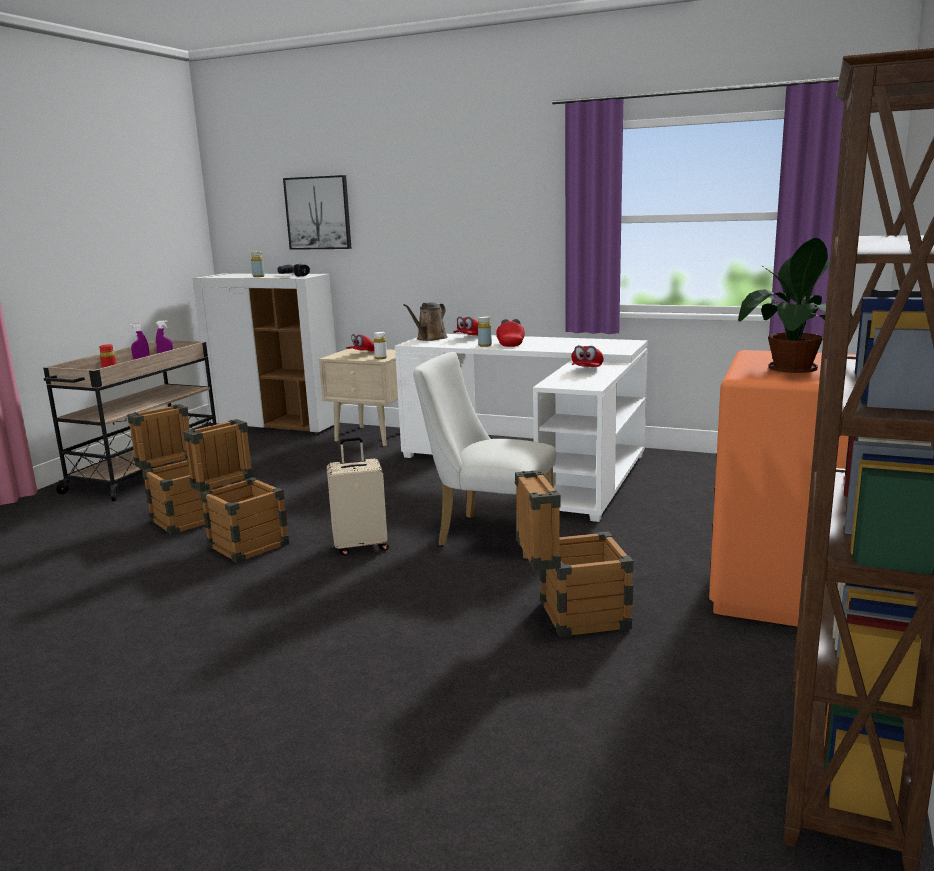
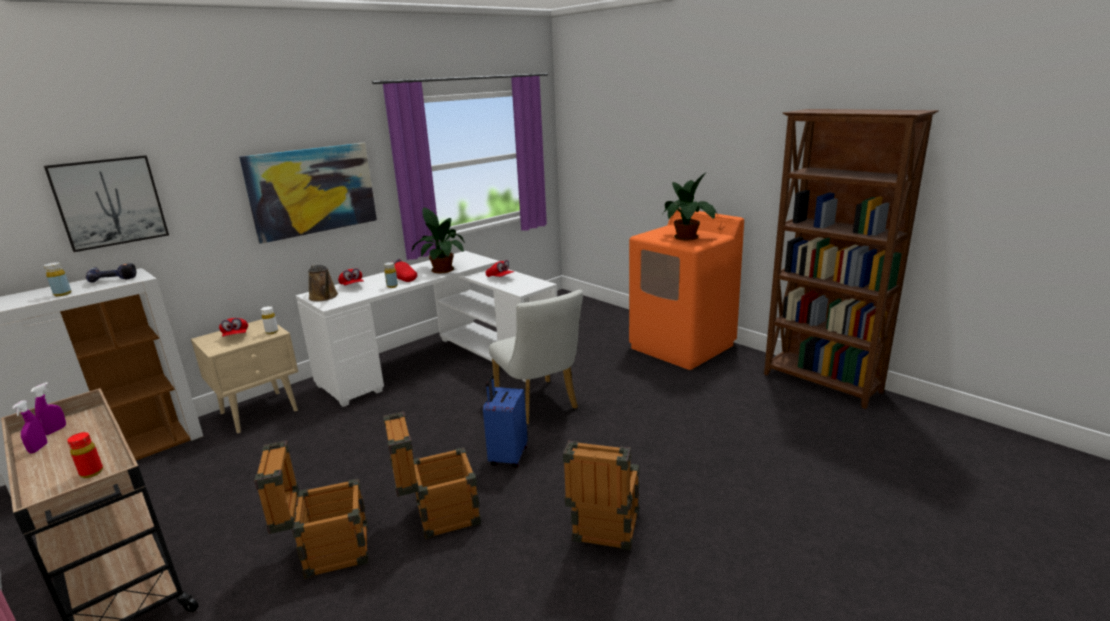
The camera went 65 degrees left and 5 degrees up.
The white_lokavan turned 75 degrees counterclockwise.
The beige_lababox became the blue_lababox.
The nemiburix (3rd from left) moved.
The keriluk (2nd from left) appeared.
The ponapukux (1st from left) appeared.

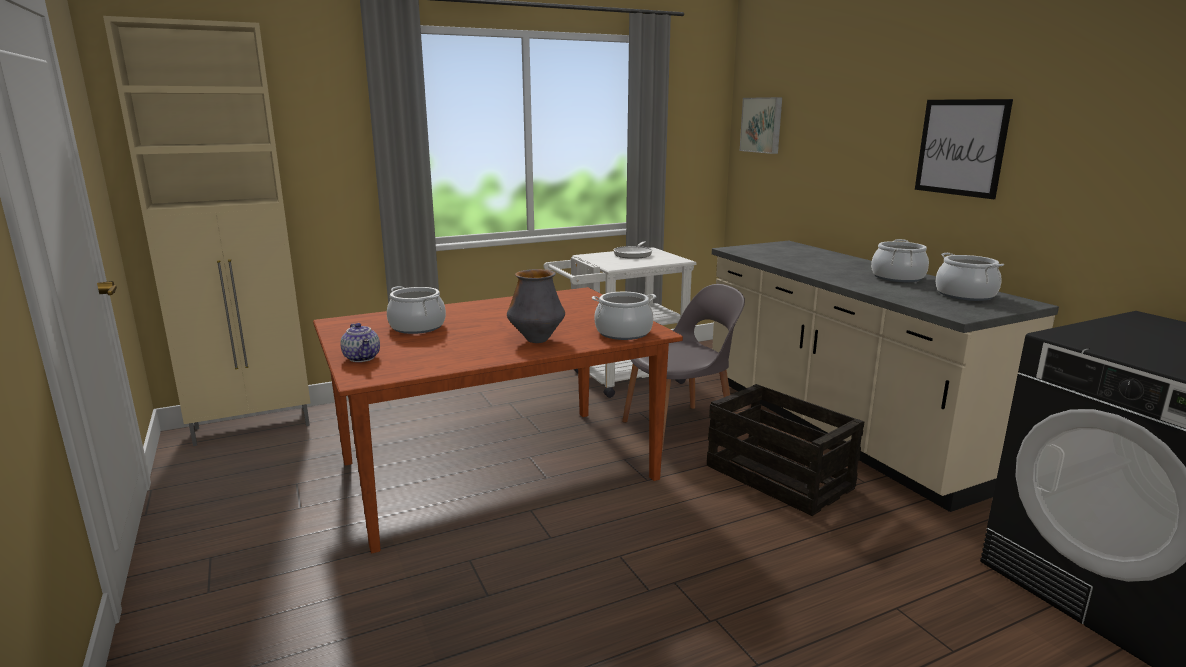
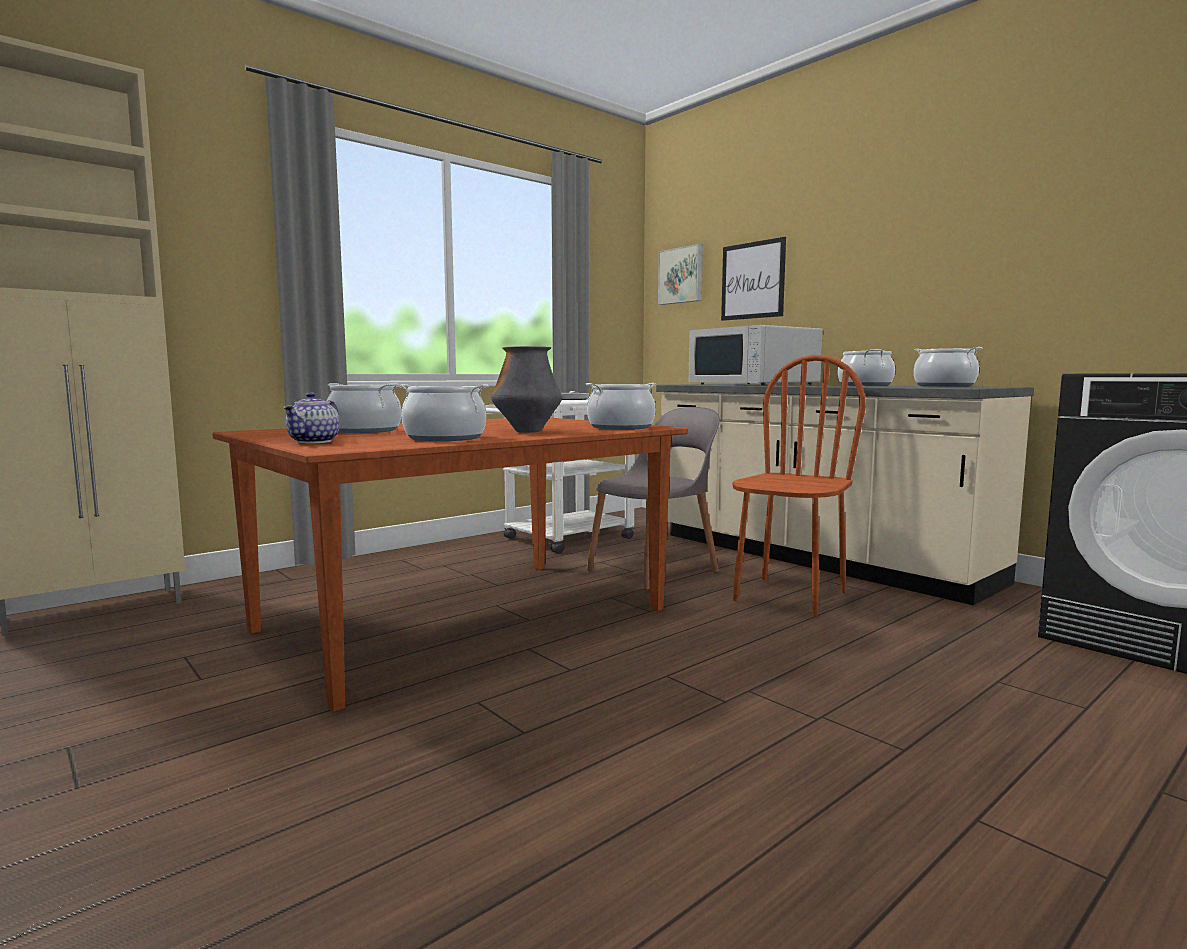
The camera went 15 degrees left and 10 degrees down.
The keriluk (2nd from left) moved.
The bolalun turned 60 degrees clockwise.
The nemiburix was replaced by the brown_lokavan.
The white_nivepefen appeared.
The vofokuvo (2nd from left) appeared.

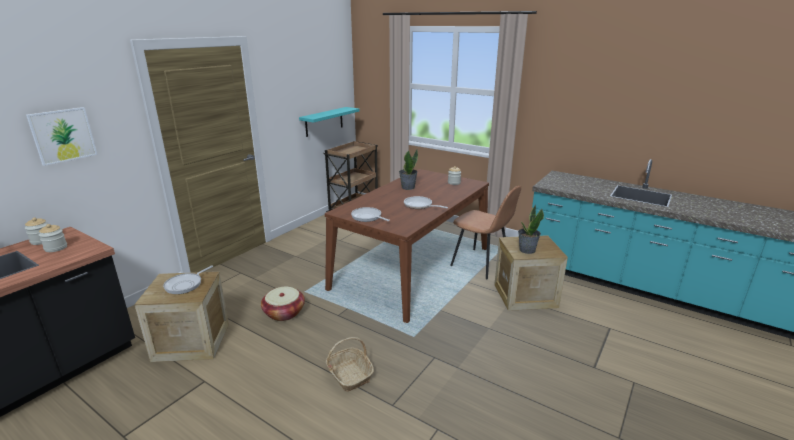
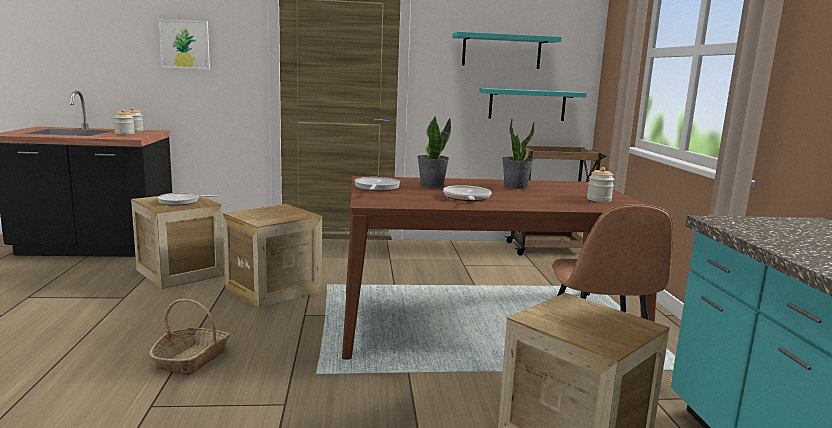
The camera went 50 degrees right and 10 degrees down.
The ponapukux (2nd from left in the first image) moved.
The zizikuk (1st from left) was replaced by the nemiburix (2nd from left).
The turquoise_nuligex (1st from left) appeared.

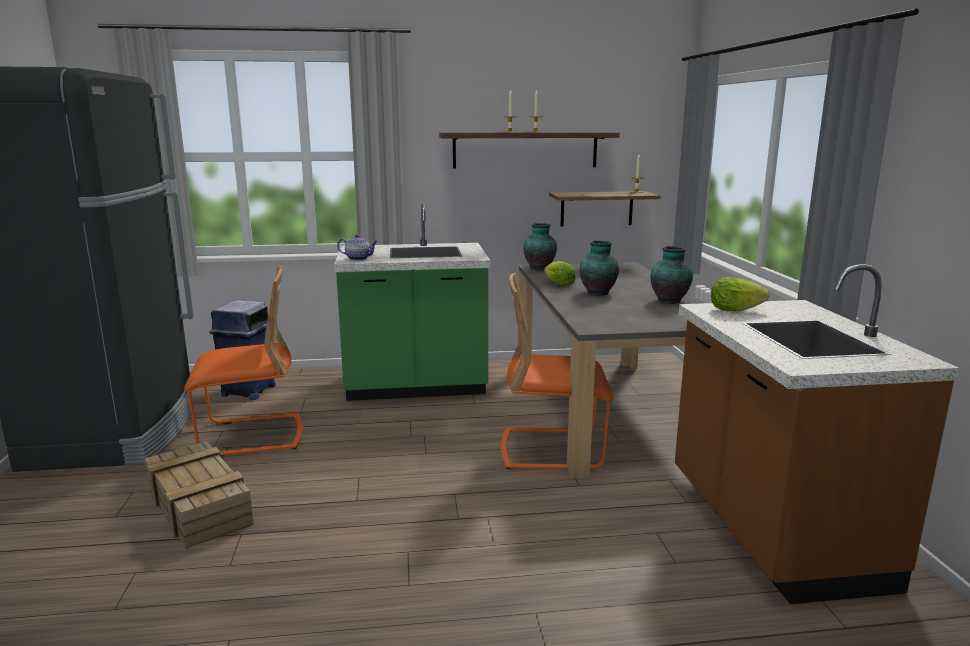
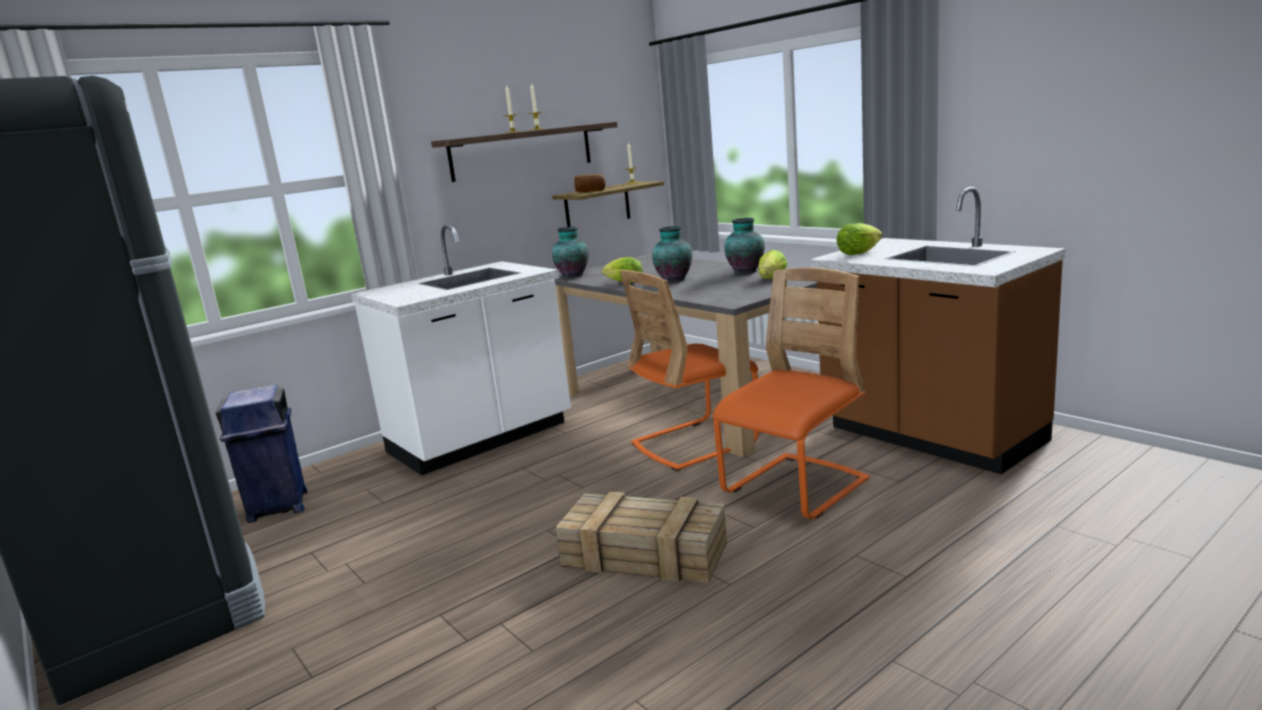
The camera went 30 degrees left and 0 degrees up.
The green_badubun became the white_badubun.
The bolalun disappeared.
The orange_lokavan (1st from left in the first image) moved.
The nemiburix moved.
The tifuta appeared.
The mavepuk (2nd from left) appeared.

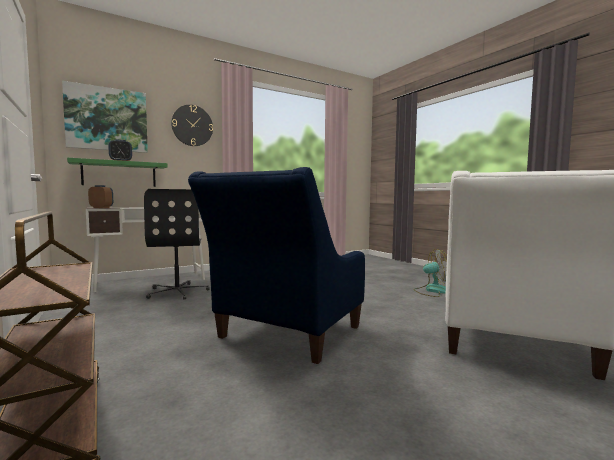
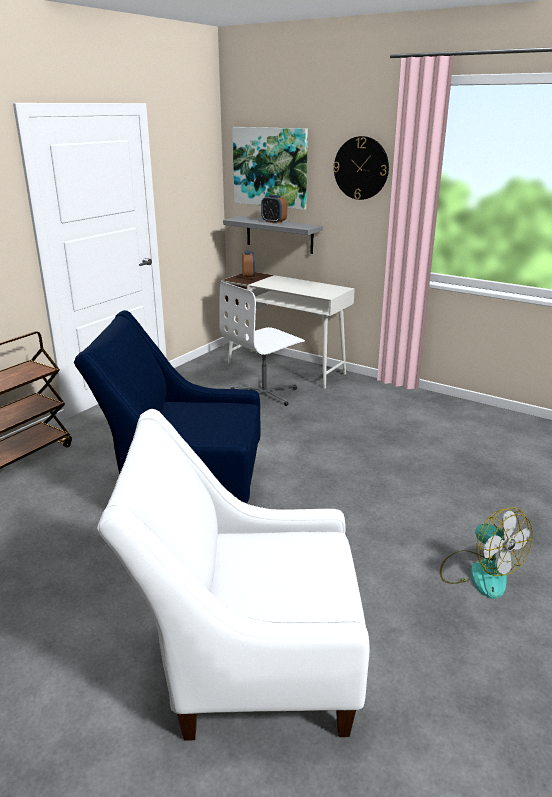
The camera went 65 degrees right and 20 degrees up.
The green_nuligex became the grey_nuligex.
The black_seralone became the white_seralone.

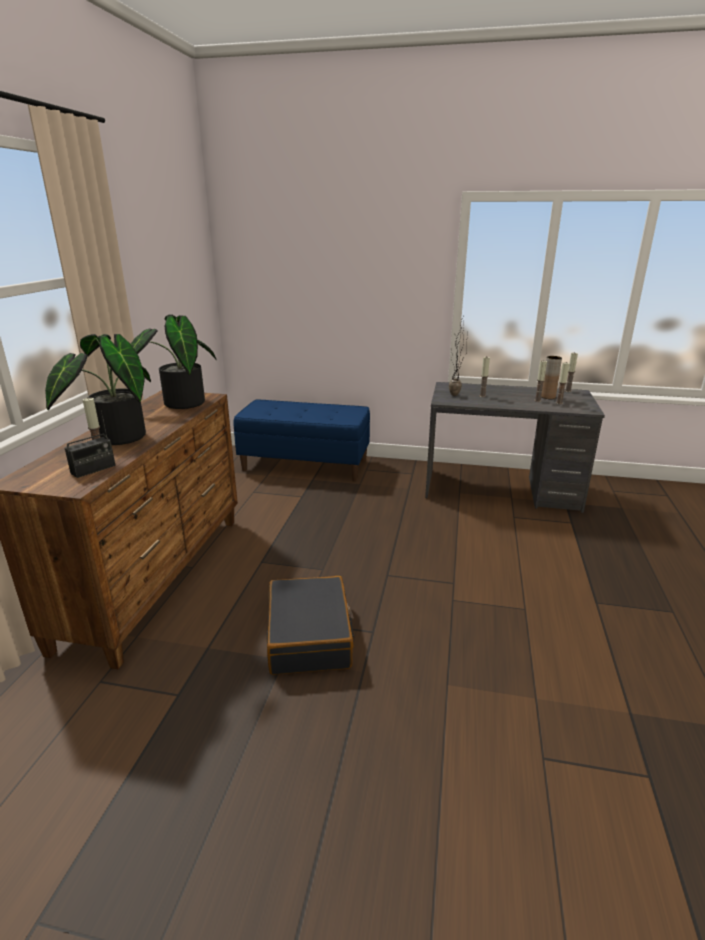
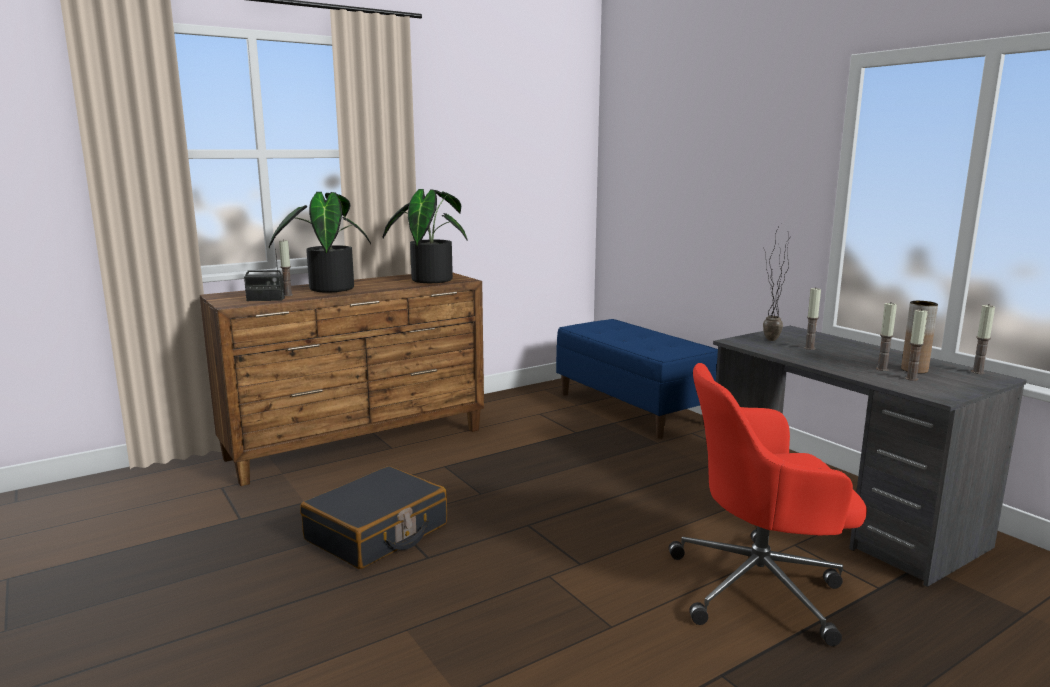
The camera went 45 degrees right and 10 degrees down.
The red_seralone appeared.

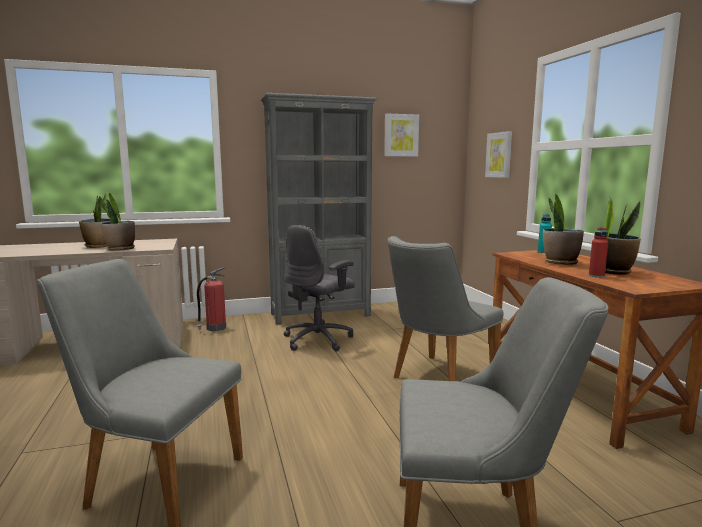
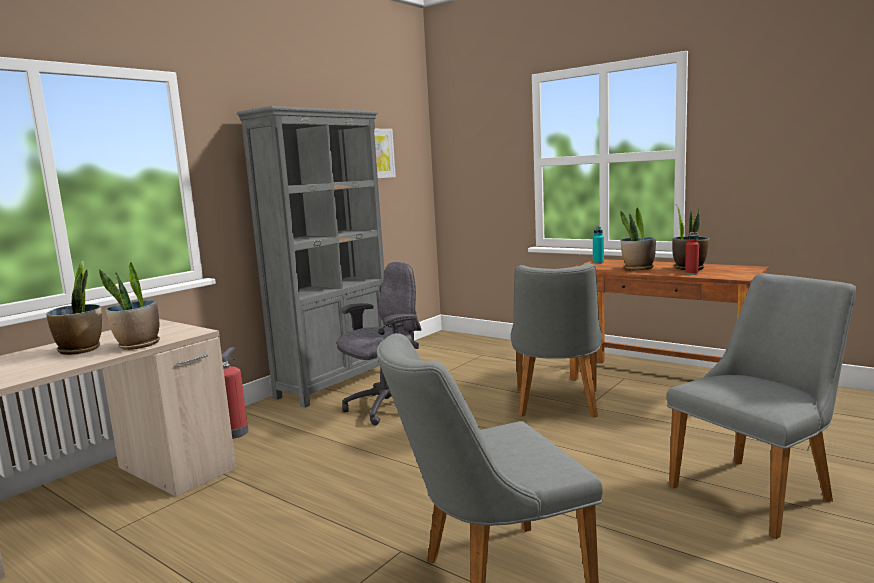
The camera went 35 degrees left and 0 degrees up.
The keriluk (2nd from left) disappeared.
The grey_seralone turned 135 degrees counterclockwise.

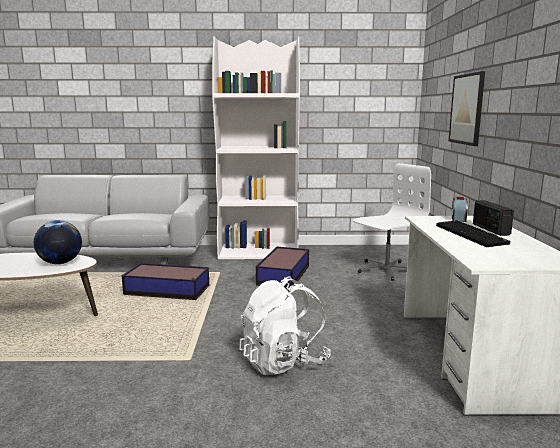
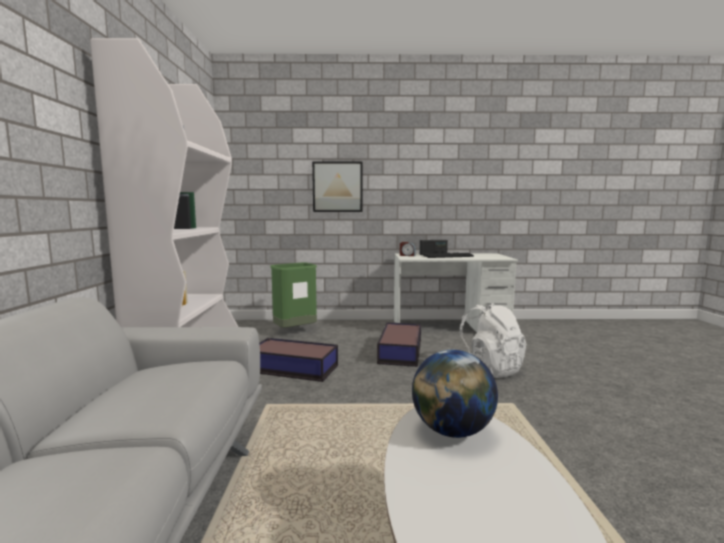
The camera went 90 degrees left and 5 degrees down.
The white_seralone was replaced by the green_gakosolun.
The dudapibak (1st from left in the first image) moved.

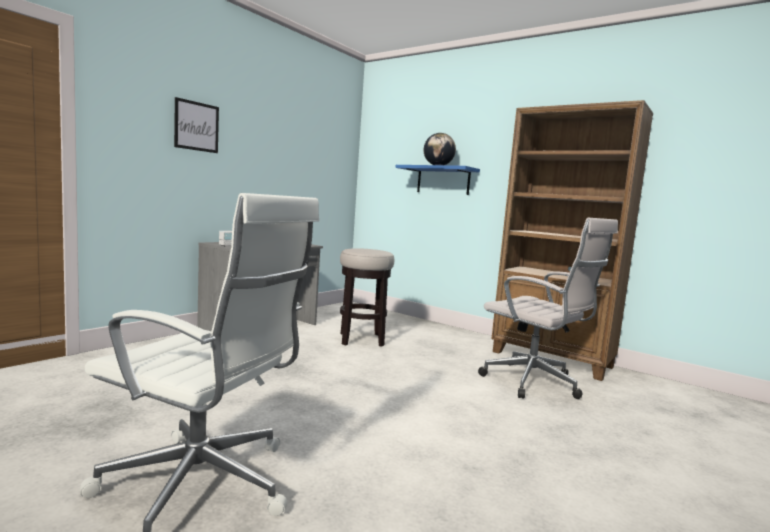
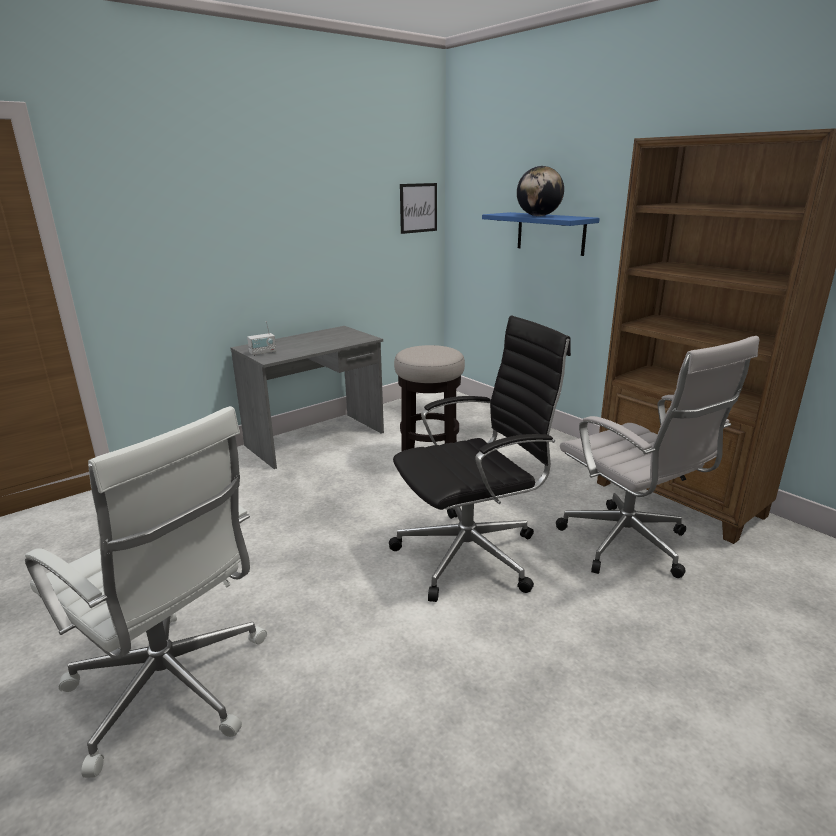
The camera went 15 degrees right and 15 degrees up.
The keriluk moved.
The black_seralone appeared.

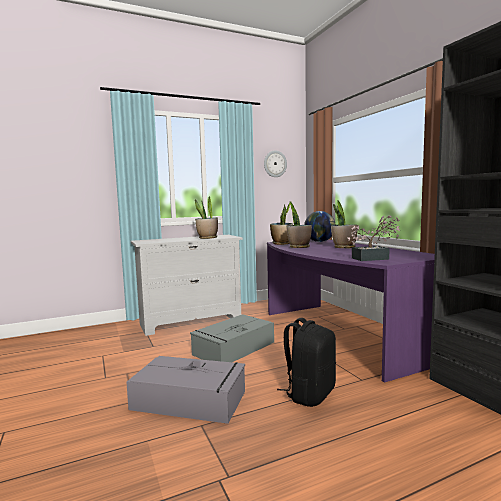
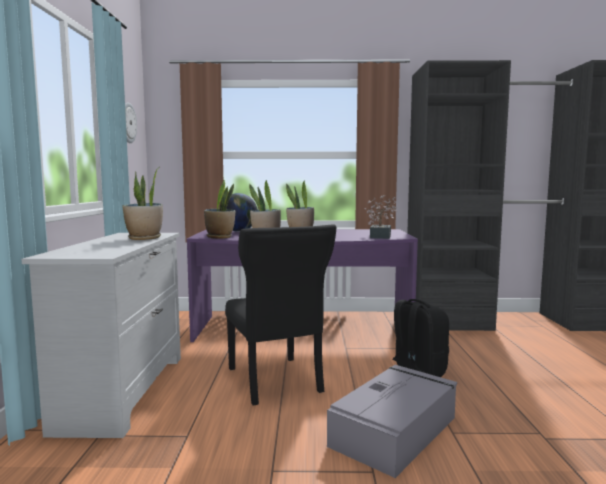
The camera went 65 degrees left and 0 degrees up.
The grey_dudapibak (2nd from left) was replaced by the black_lokavan.

